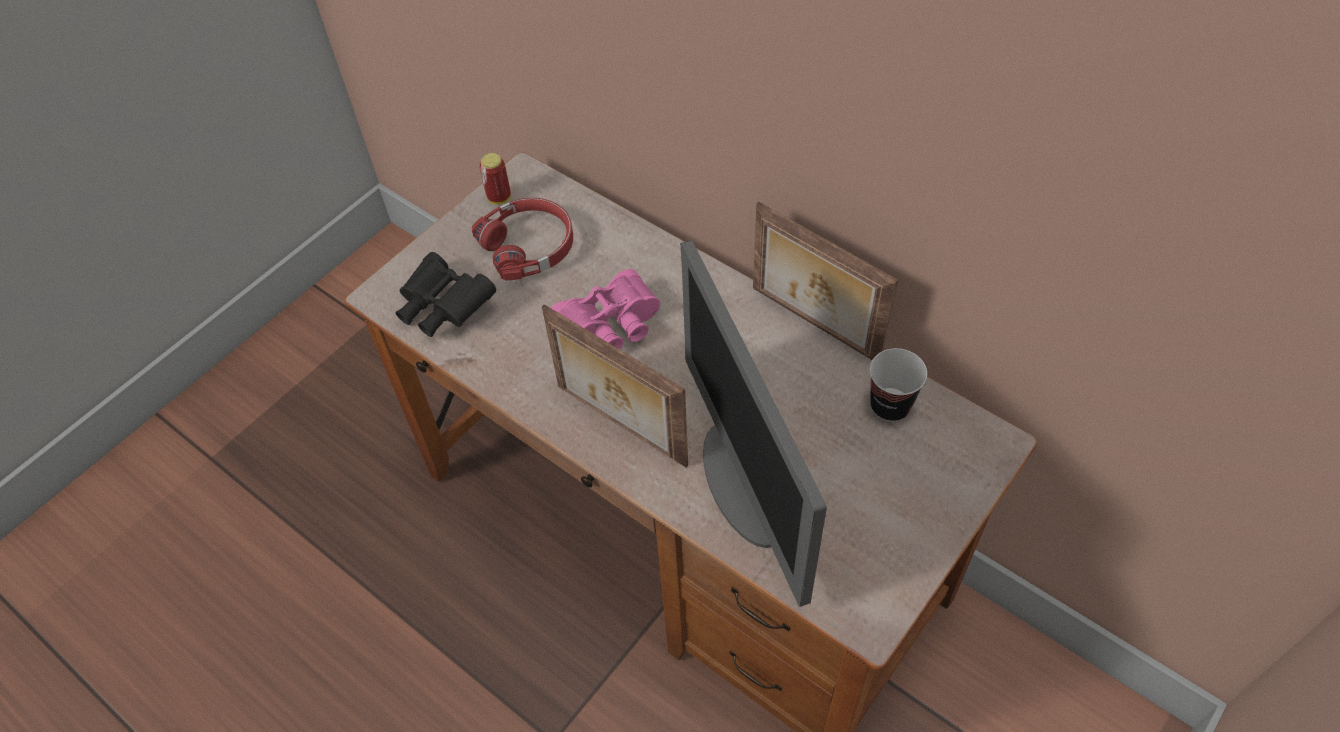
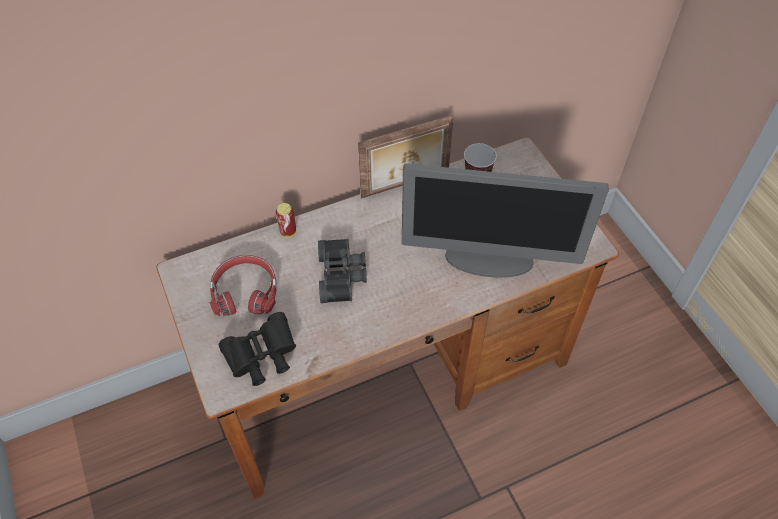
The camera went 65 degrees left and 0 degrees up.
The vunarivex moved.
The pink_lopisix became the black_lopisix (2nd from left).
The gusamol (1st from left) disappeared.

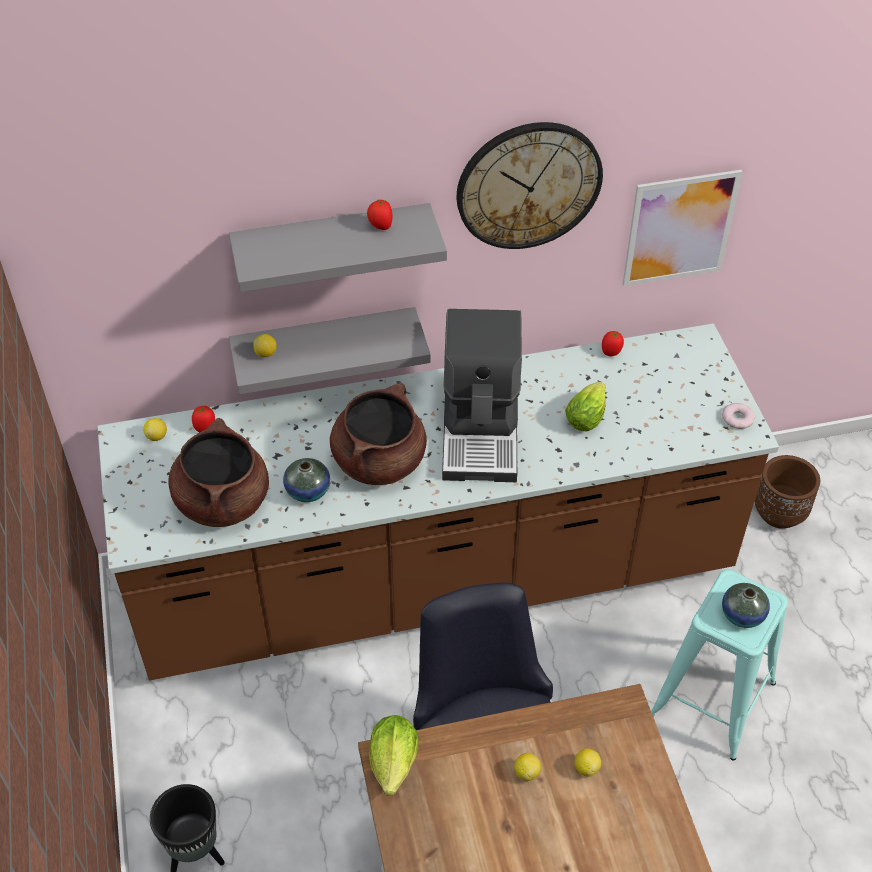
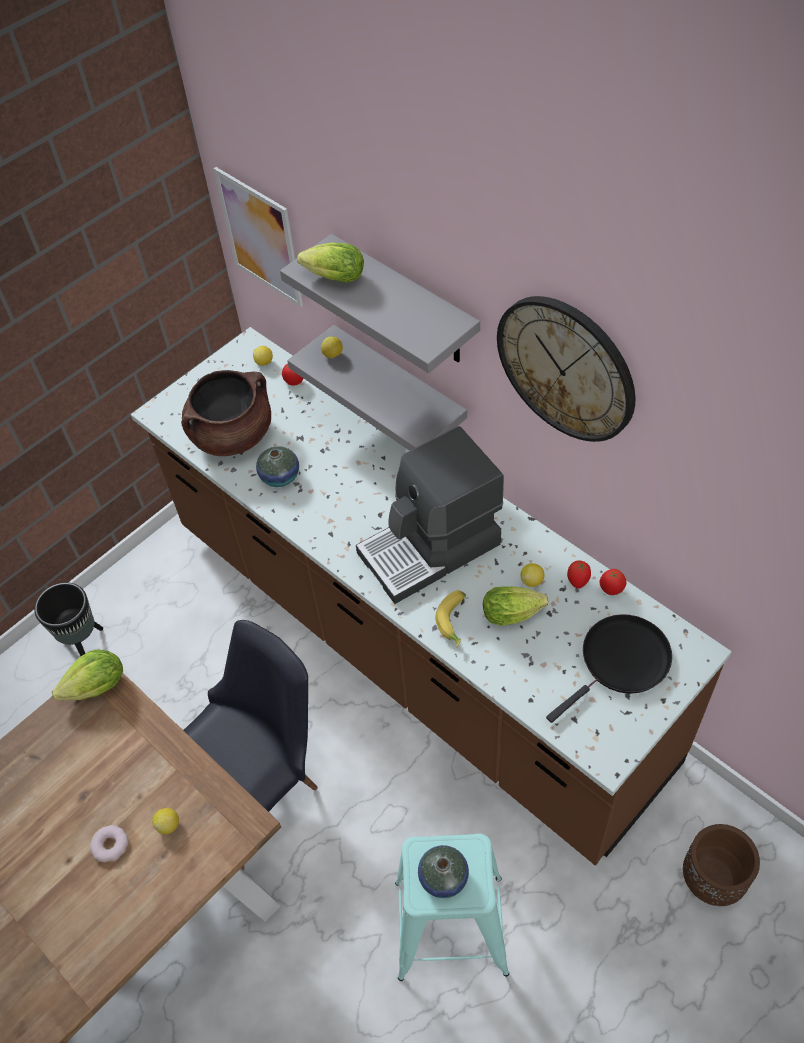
The camera went 60 degrees right and 5 degrees up.
The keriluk moved.
The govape (2nd from left) moved.
The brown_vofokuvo (2nd from left) disappeared.
The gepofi moved.
The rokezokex (3rd from left in the first image) moved.
The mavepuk (2nd from left) appeared.
The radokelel appeared.
The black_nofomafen appeared.

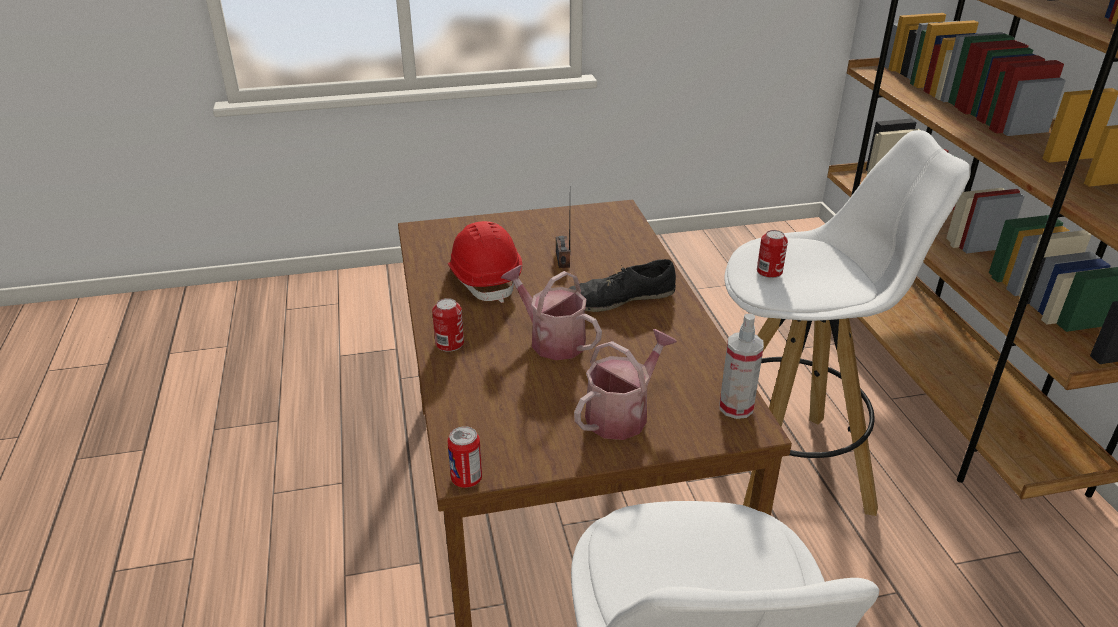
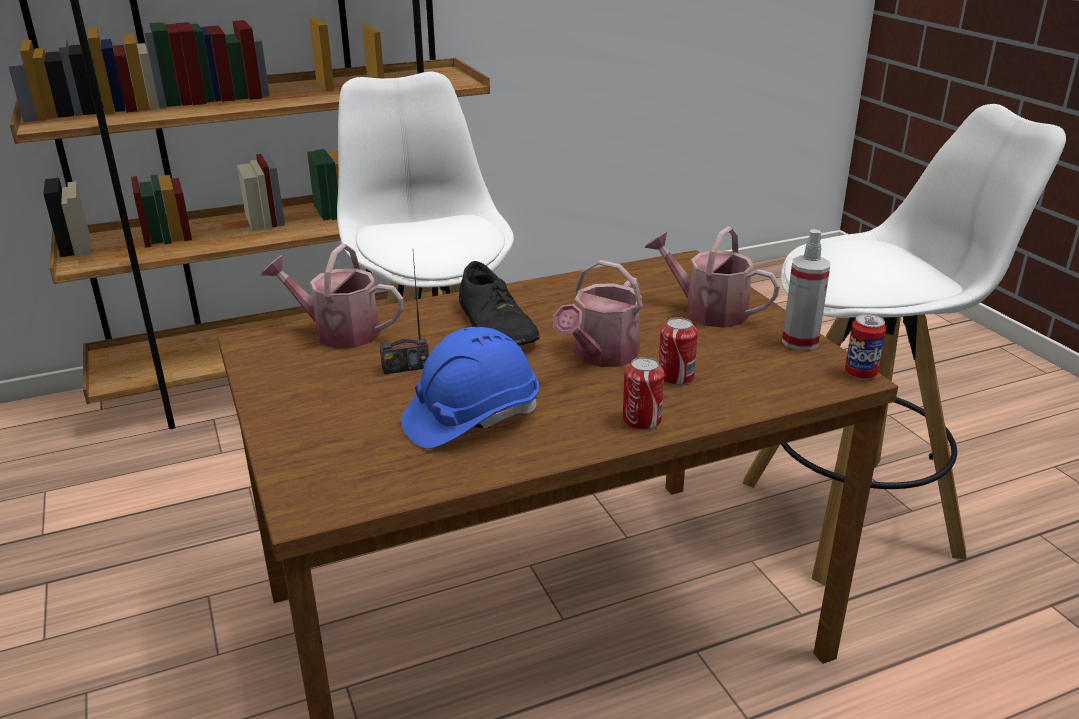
The camera went 100 degrees left and 5 degrees down.
The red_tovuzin became the blue_tovuzin.
The vunarivex (3rd from left in the first image) moved.
The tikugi moved.
The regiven (1st from left) appeared.

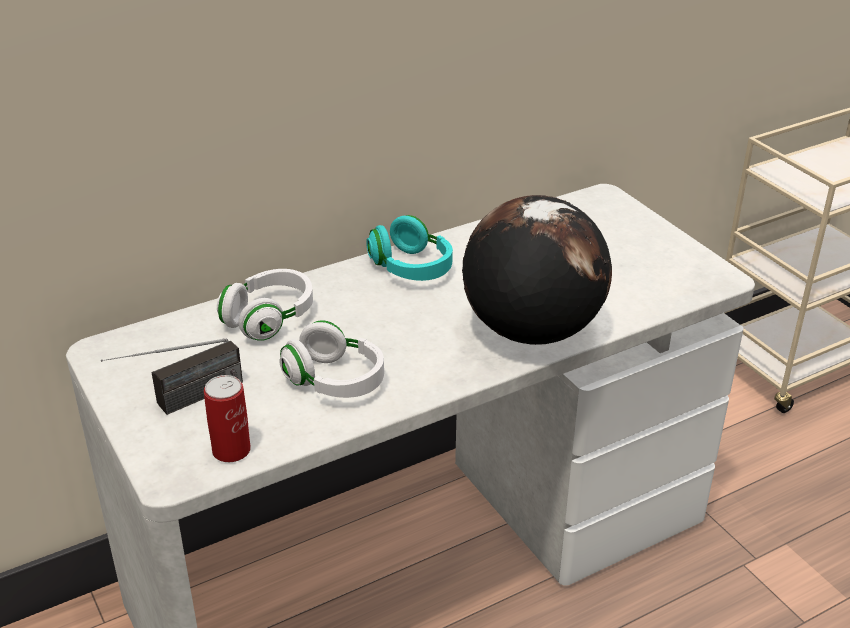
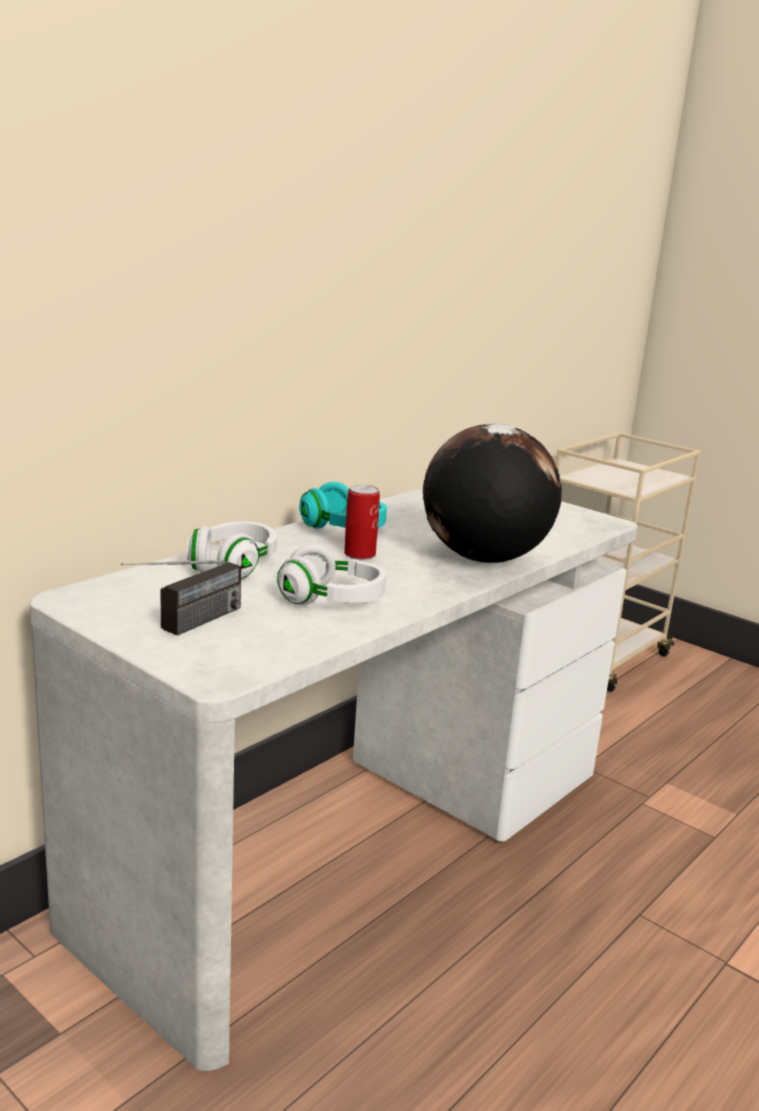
The camera went 20 degrees left and 15 degrees down.
The vunarivex moved.

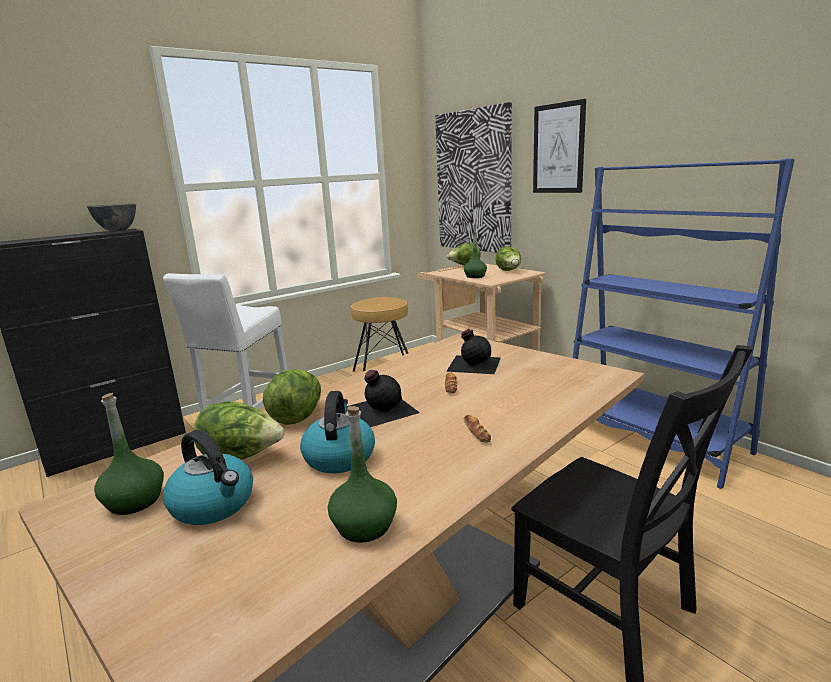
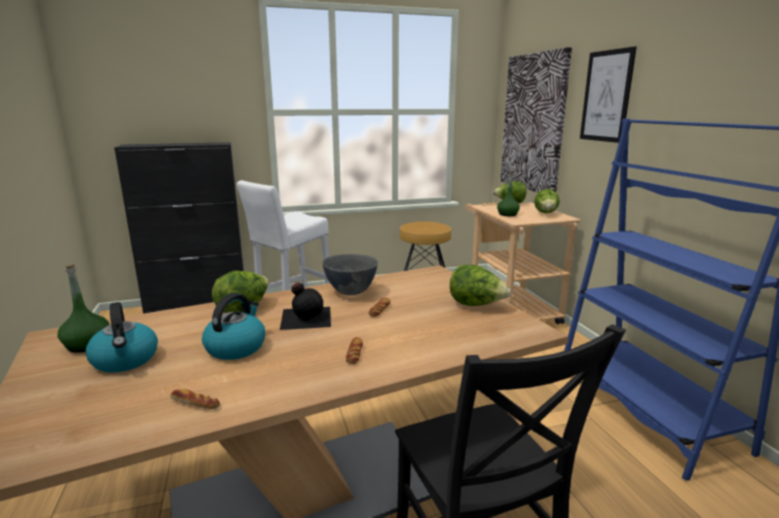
The camera went 20 degrees right and 0 degrees up.
The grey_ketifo moved.
The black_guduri (2nd from left) disappeared.
The mavepuk (1st from left in the first image) moved.
The green_guduri (2nd from left) was replaced by the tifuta (1st from left).

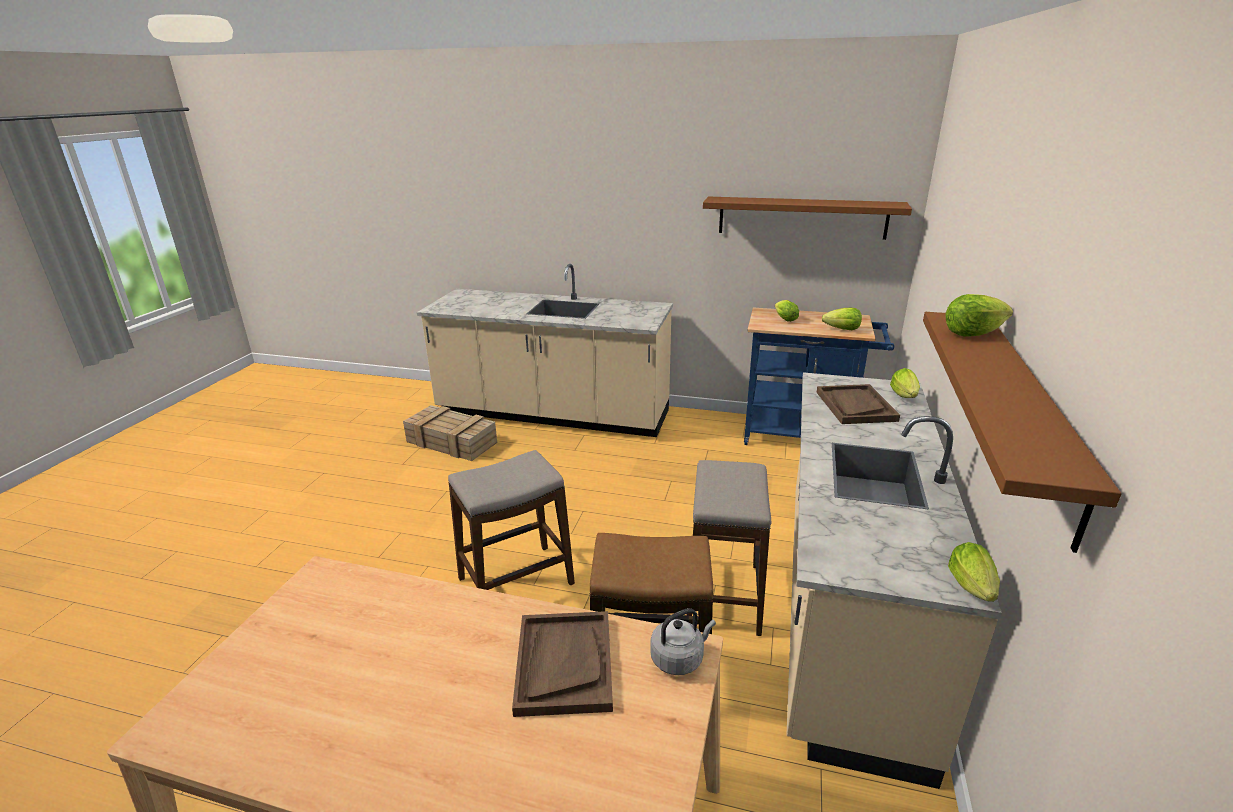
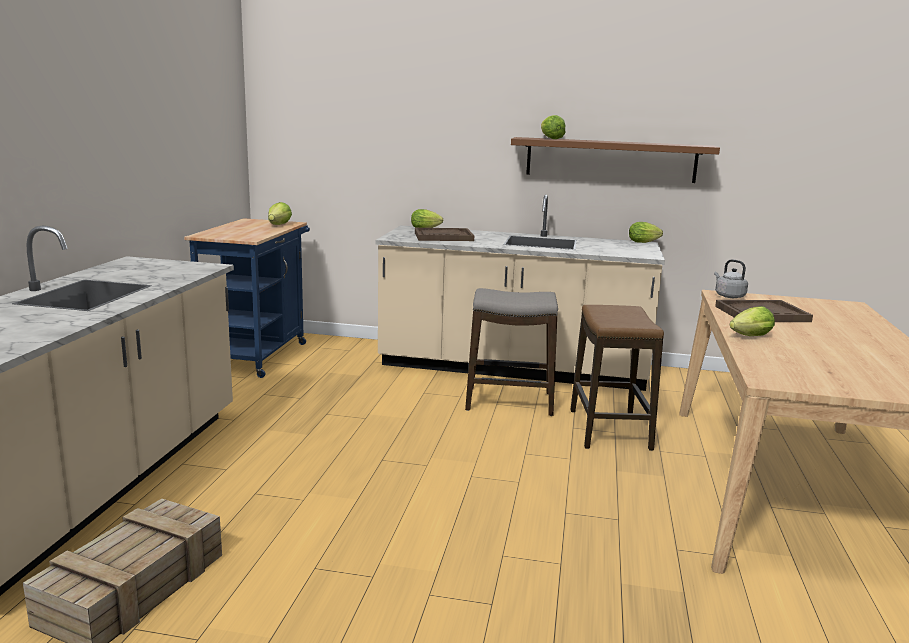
The camera went 95 degrees left and 10 degrees down.
The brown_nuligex (1st from left) disappeared.
The mavepuk (1st from left in the first image) moved.
The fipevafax (1st from left) disappeared.

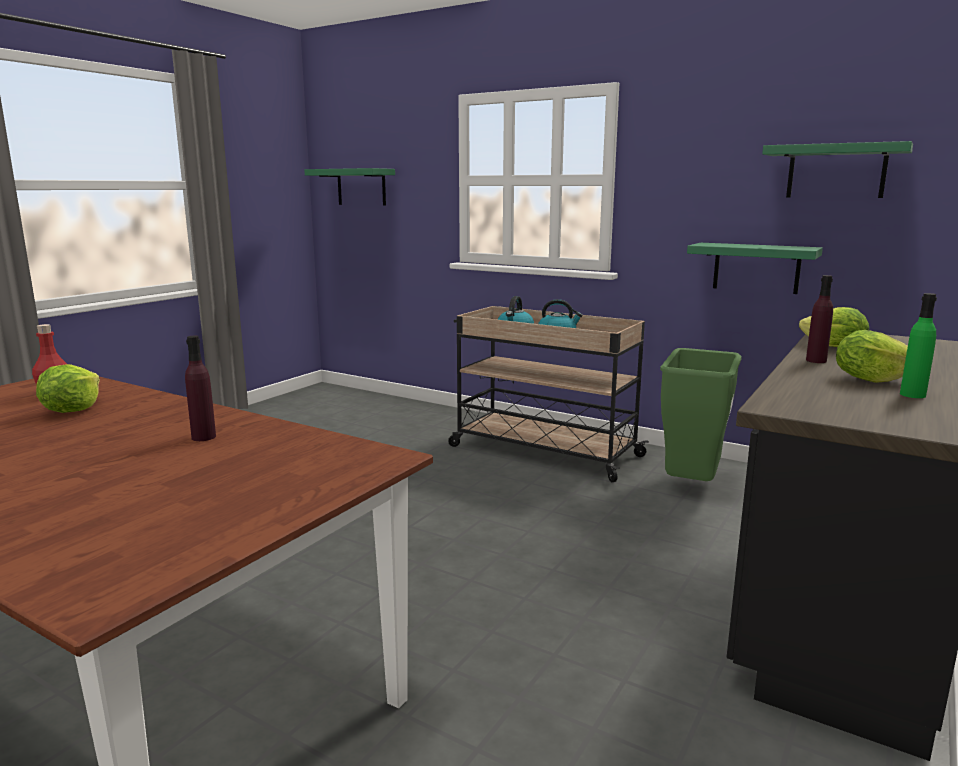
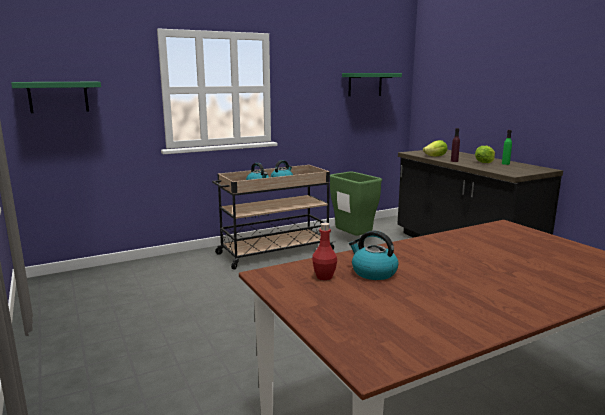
The camera went 60 degrees left and 0 degrees up.
The green_nuligex (2nd from left) disappeared.
The purple_guduri (1st from left) disappeared.
The mavepuk (1st from left) was replaced by the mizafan (3rd from left).

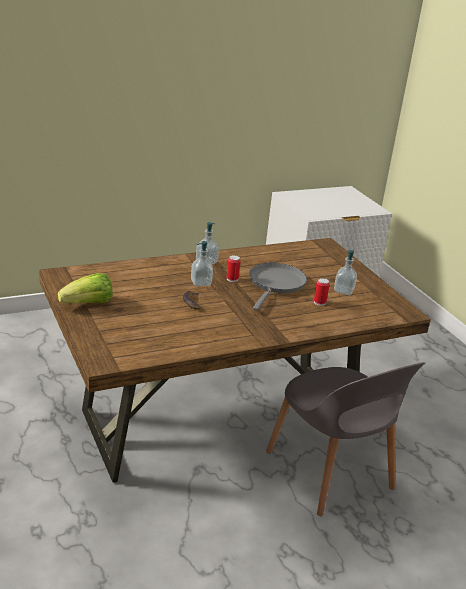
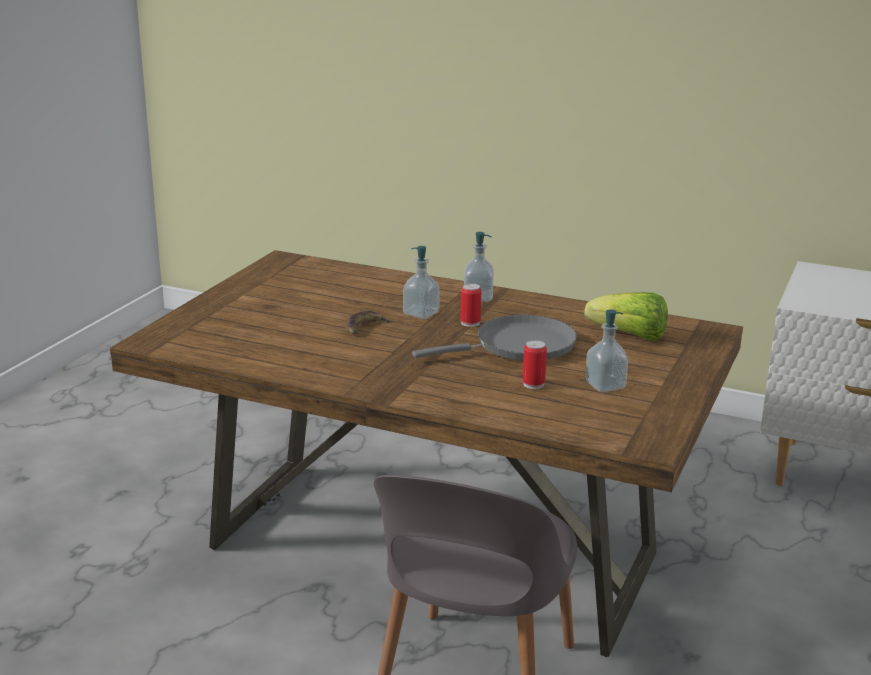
The camera went 50 degrees right and 5 degrees down.
The mavepuk moved.

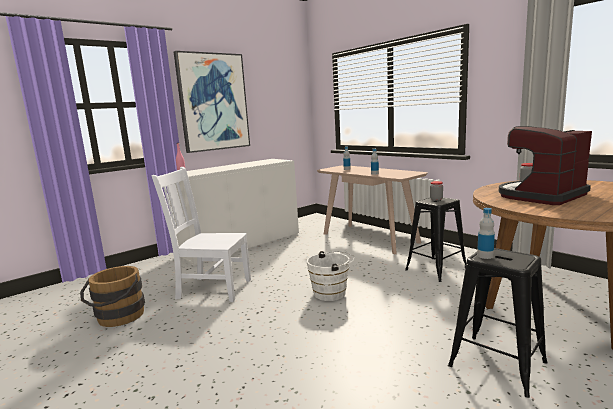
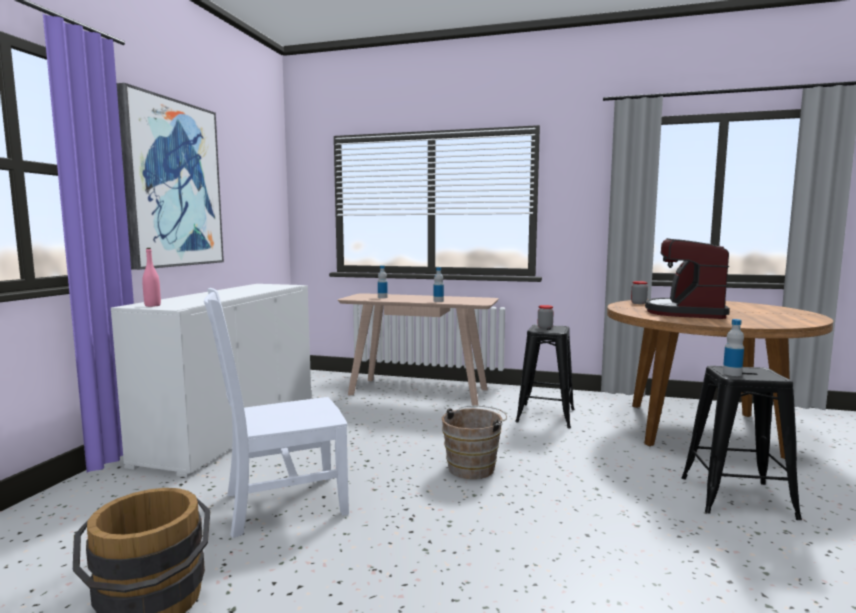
The camera went 35 degrees left and 5 degrees down.
The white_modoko became the brown_modoko (2nd from left).

